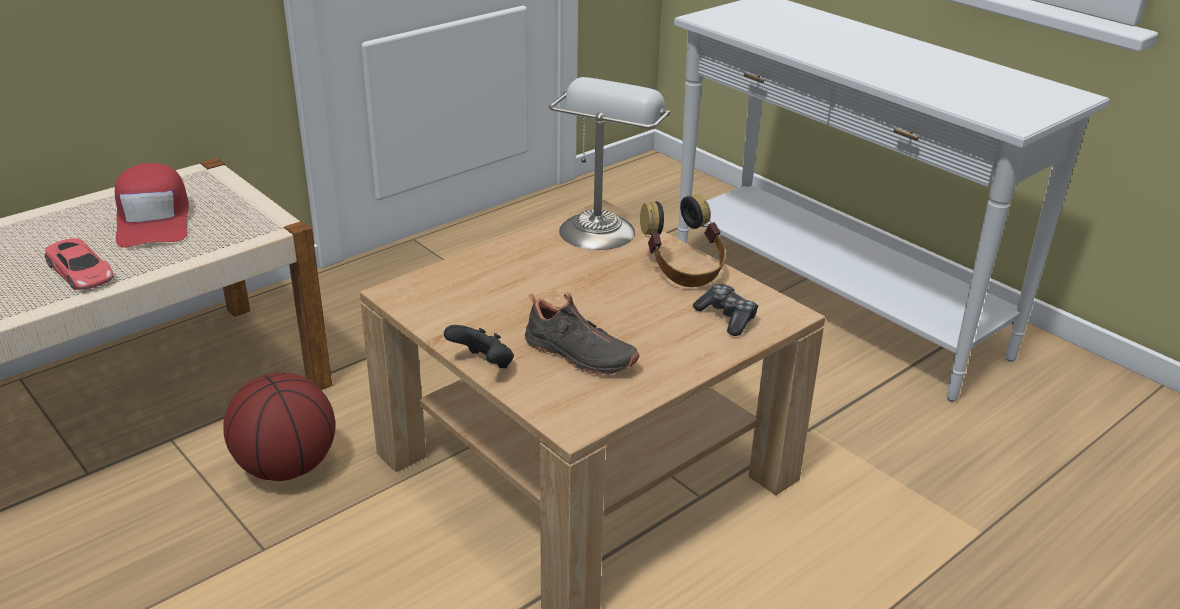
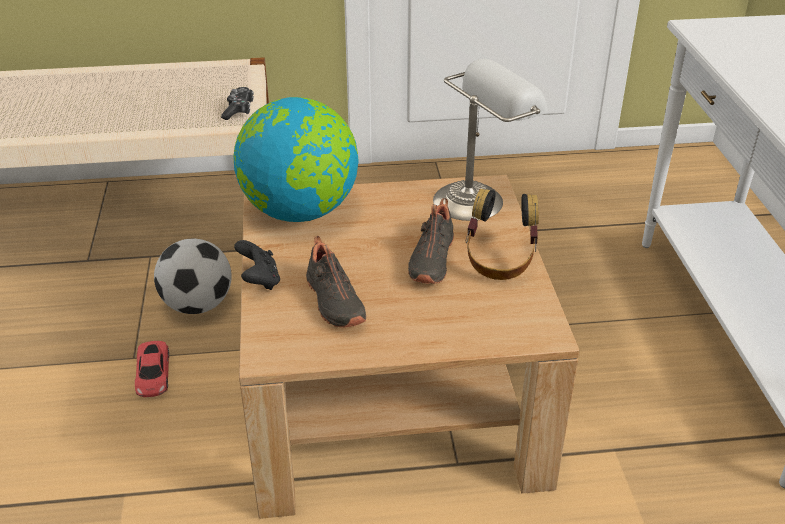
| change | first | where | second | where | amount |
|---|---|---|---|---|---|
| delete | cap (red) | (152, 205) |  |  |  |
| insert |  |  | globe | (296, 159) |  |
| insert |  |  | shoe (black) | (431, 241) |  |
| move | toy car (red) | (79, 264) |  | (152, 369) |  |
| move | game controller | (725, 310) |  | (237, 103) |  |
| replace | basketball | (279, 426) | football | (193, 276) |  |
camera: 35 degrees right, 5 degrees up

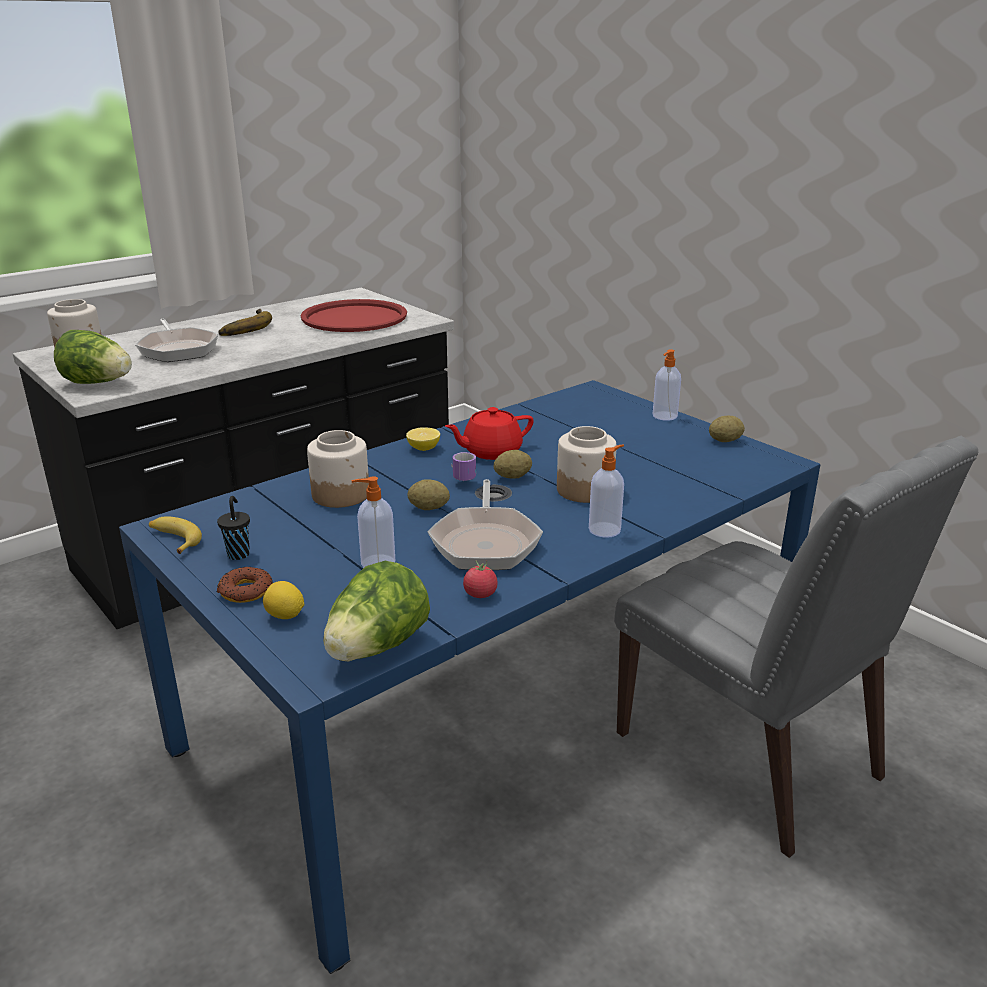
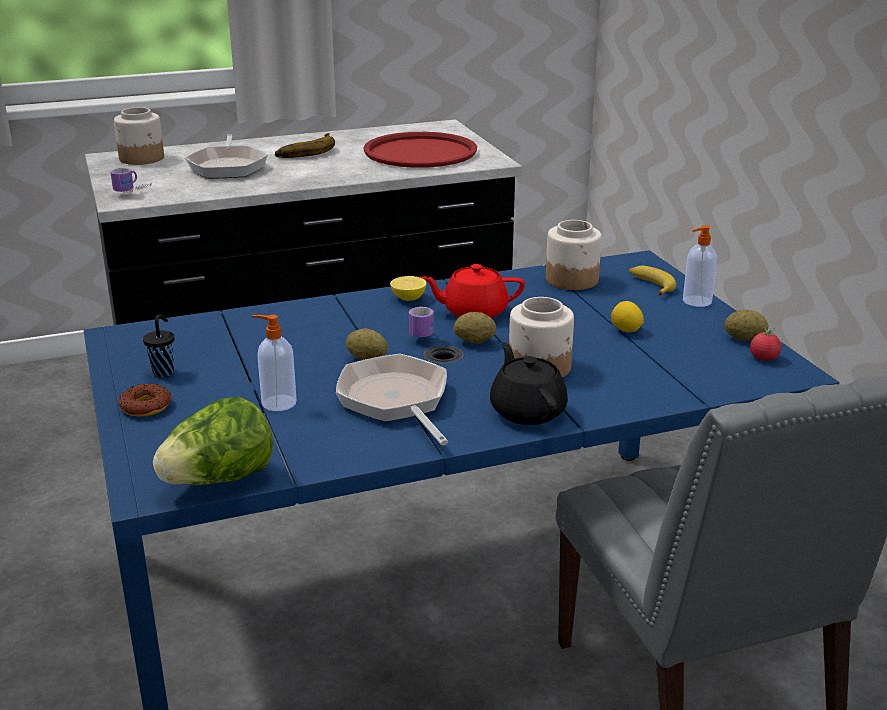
| change | first | where | second | where | amount |
|---|---|---|---|---|---|
| move | banana | (175, 535) |  | (652, 280) |  |
| move | lemon | (283, 600) |  | (627, 316) |  |
| move | jar | (338, 469) |  | (574, 255) |  |
| move | tomato | (480, 579) |  | (765, 344) |  |
| replace | lettuce | (93, 357) | mug | (131, 181) |  |
| replace | soap dispenser | (606, 491) | teapot (black) | (529, 383) |  |
| rotate | frying pan | (485, 524) |  | (392, 399) | 135 degrees clockwise |
camera: 20 degrees right, 0 degrees up

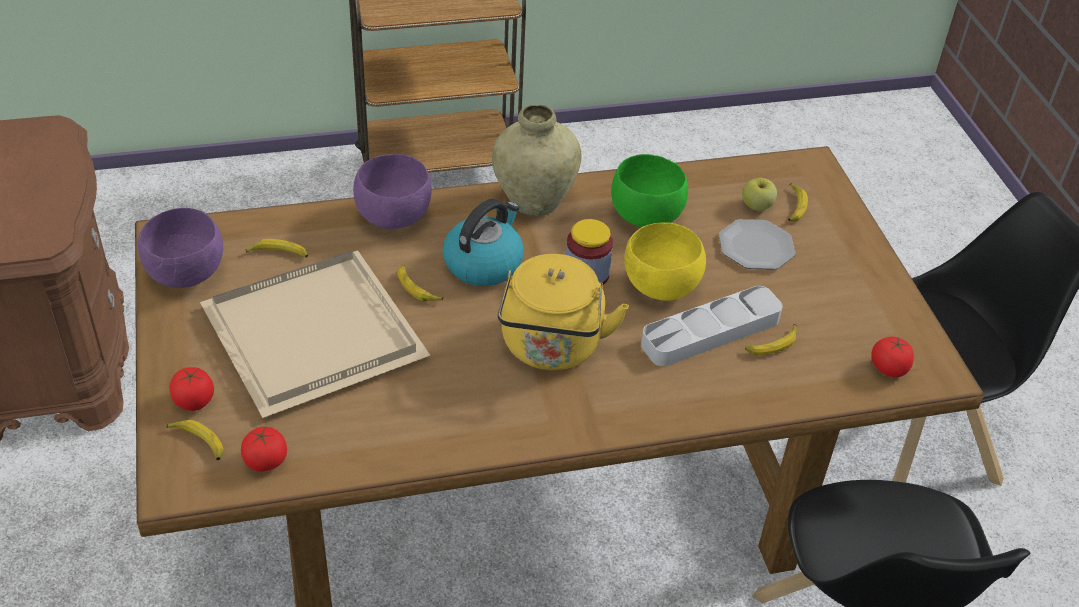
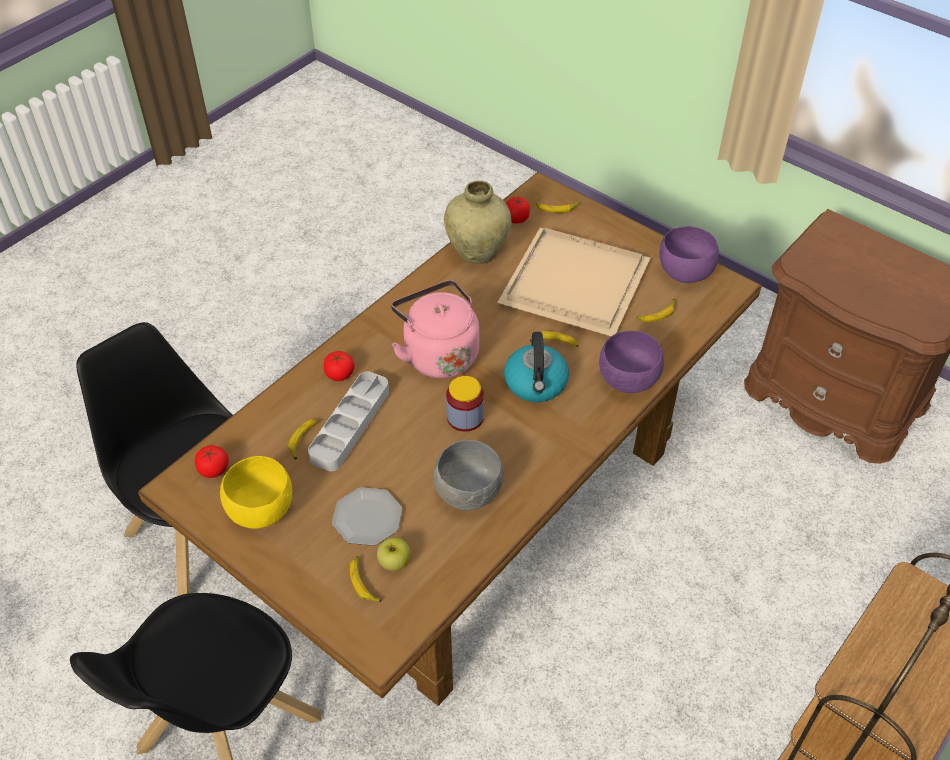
| change | first | where | second | where | amount |
|---|---|---|---|---|---|
| move | tomato | (192, 389) |  | (339, 366) |  |
| move | vase (beige) | (537, 160) |  | (477, 222) |  |
| move | bowl (yellow) | (665, 261) |  | (256, 492) |  |
| recolor | kettle (yellow) | (563, 312) | kettle (pink) | (435, 329) |  |
| recolor | bowl (green) | (649, 190) | bowl (grey) | (468, 475) |  |
camera: 145 degrees right, 5 degrees up

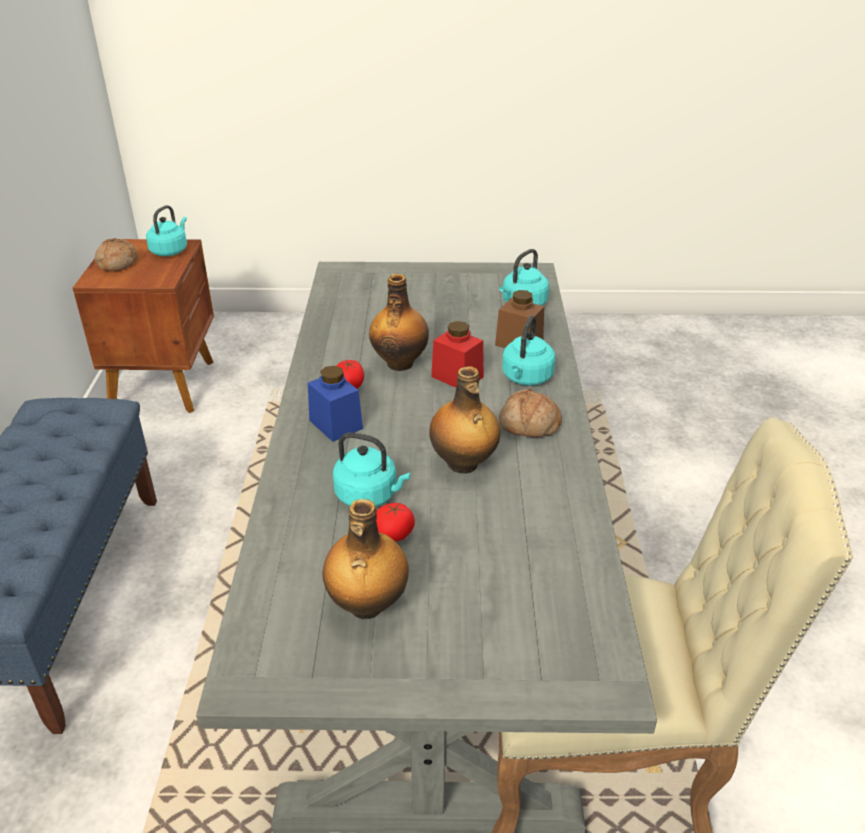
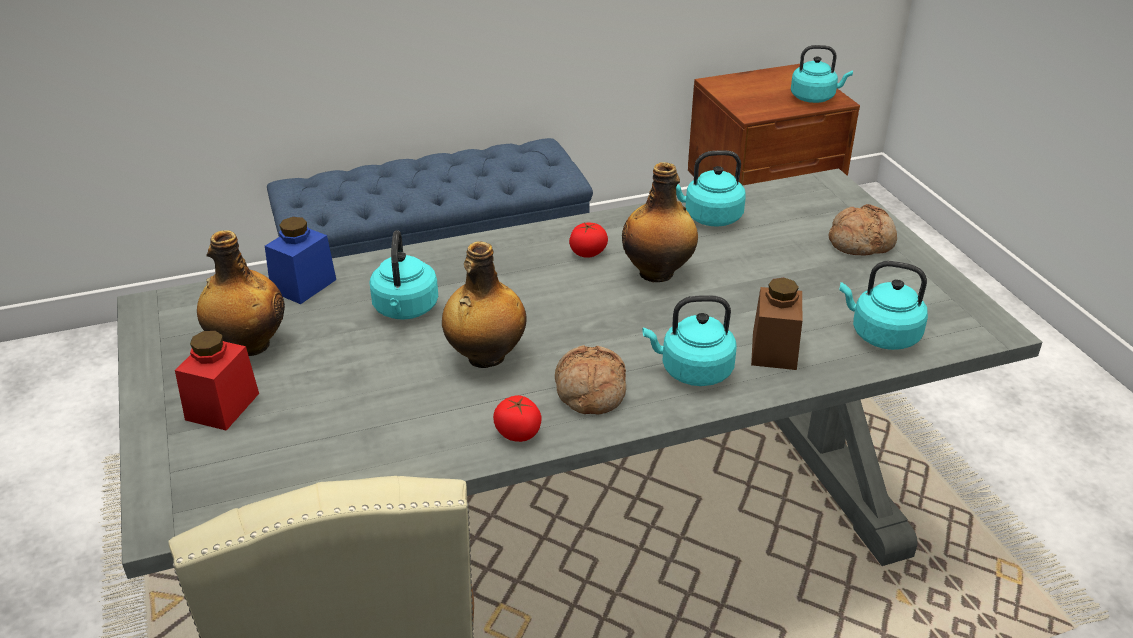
| change | first | where | second | where | amount |
|---|---|---|---|---|---|
| insert |  |  | kettle (turquoise) | (711, 188) |  |
| move | bread | (116, 254) |  | (862, 230) |  |
| move | jar (blue) | (335, 404) |  | (300, 260) |  |
| move | tomato | (395, 522) |  | (517, 418) |  |
| move | jar (red) | (457, 354) |  | (217, 381) |  |
camera: 70 degrees right, 0 degrees up

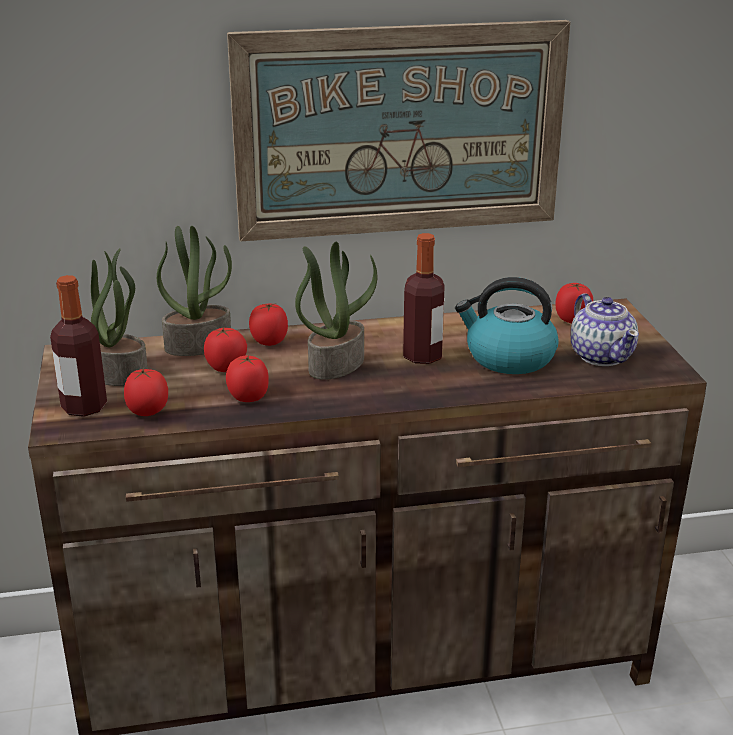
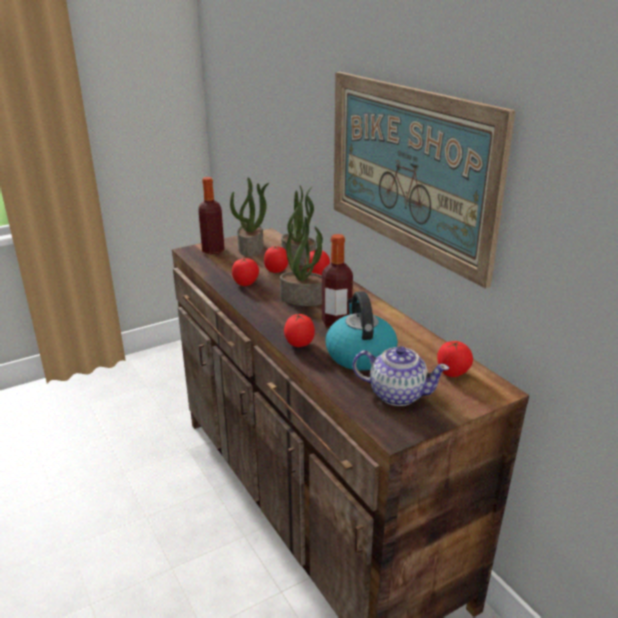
| change | first | where | second | where | amount |
|---|---|---|---|---|---|
| move | tomato | (146, 392) |  | (299, 330) |  |
| rotate | teapot | (605, 329) |  | (401, 376) | 120 degrees counterclockwise |
camera: 70 degrees right, 0 degrees up

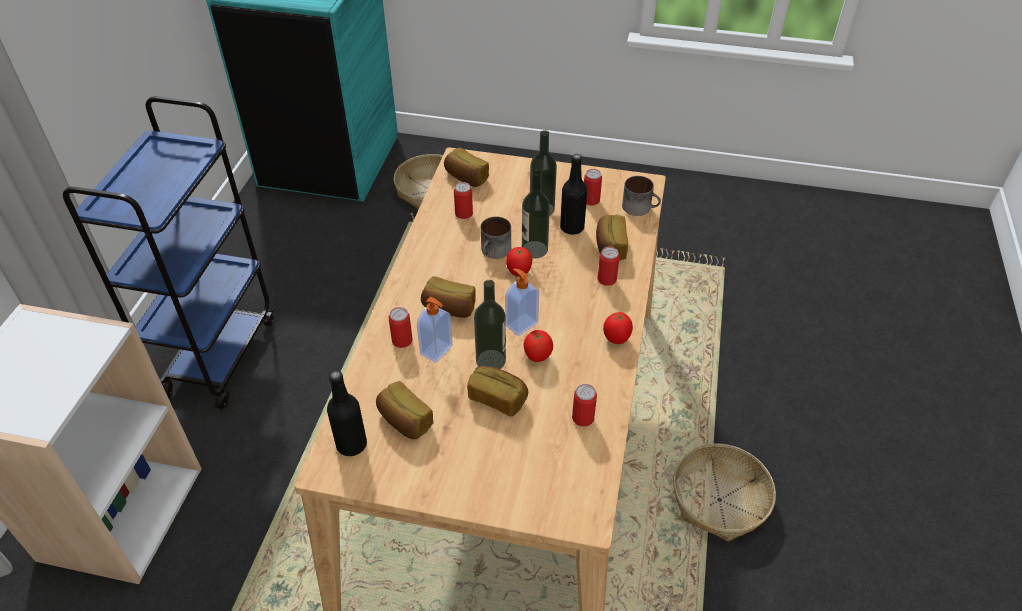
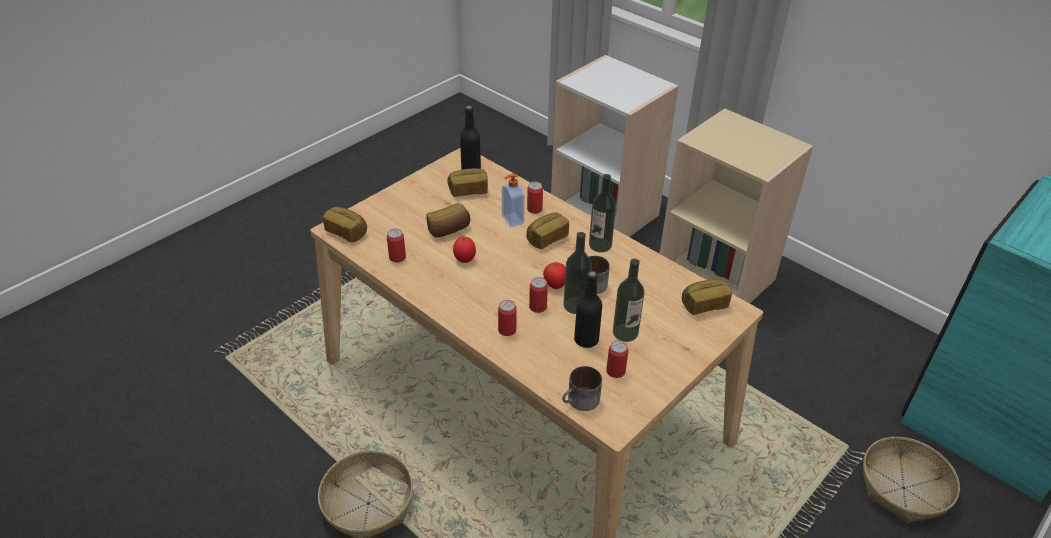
| change | first | where | second | where | amount |
|---|---|---|---|---|---|
| delete | soap dispenser | (522, 302) |  |  |  |
| delete | tomato | (618, 328) |  |  |  |
| move | can | (463, 200) |  | (538, 295) |  |
| move | bottle | (490, 324) |  | (602, 213) |  |
| move | bread | (612, 237) |  | (344, 225) |  |
| replace | cart (blue) | (169, 253) | bookcase (beige) | (736, 205) |  |
camera: 120 degrees right, 5 degrees down

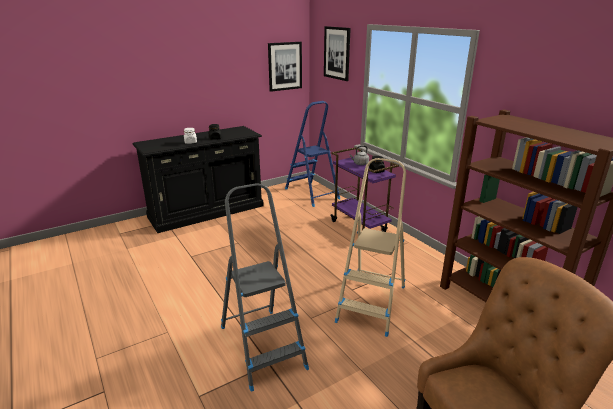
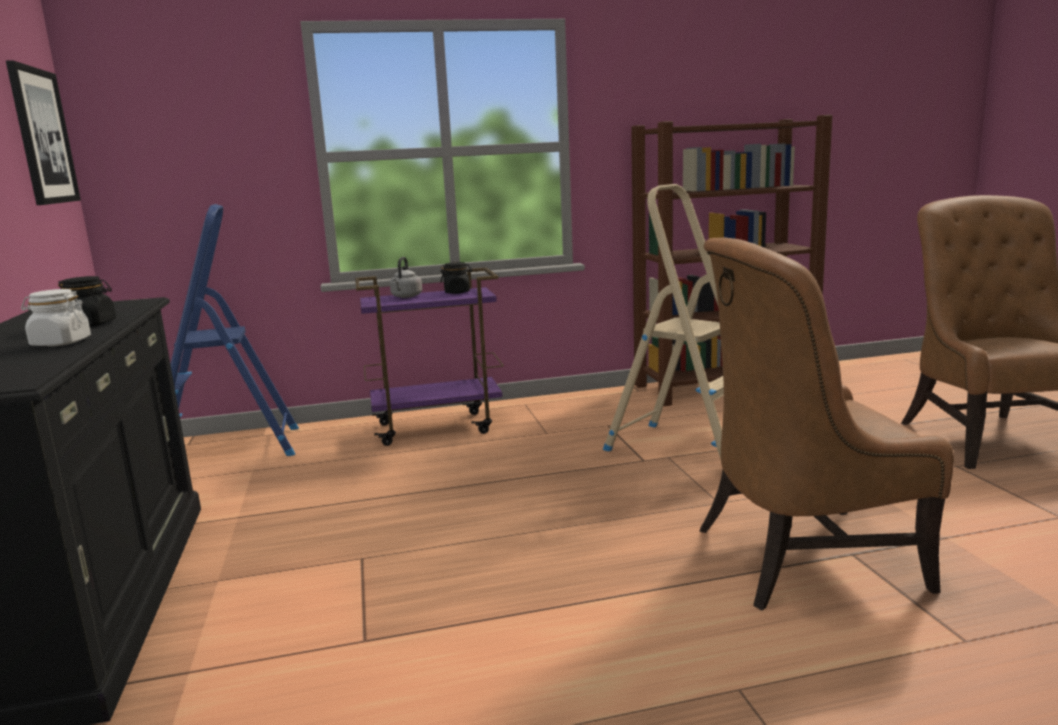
| change | first | where | second | where | amount |
|---|---|---|---|---|---|
| delete | picture | (337, 53) |  |  |  |
| replace | step ladder (grey) | (265, 288) | chair (brown) | (827, 424) |  |
camera: 70 degrees left, 10 degrees down

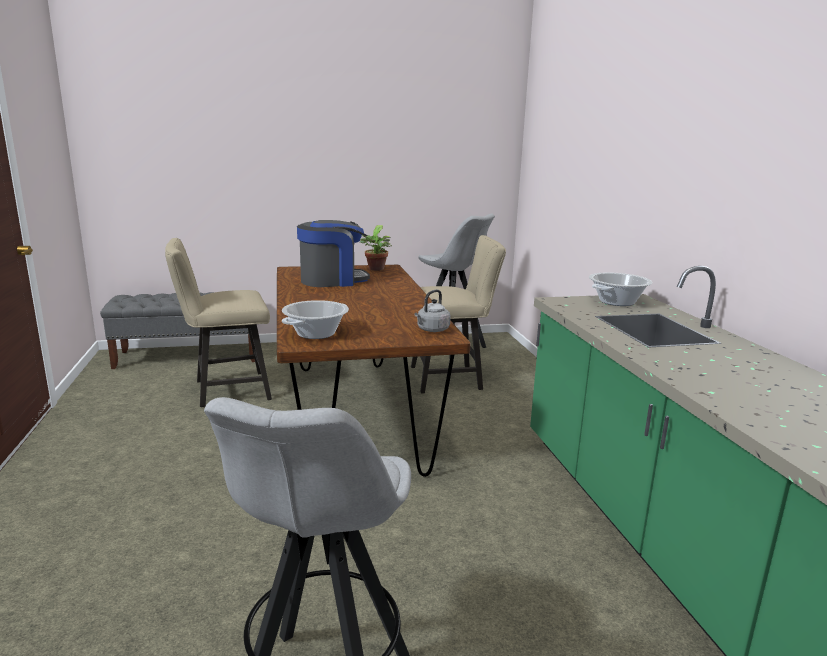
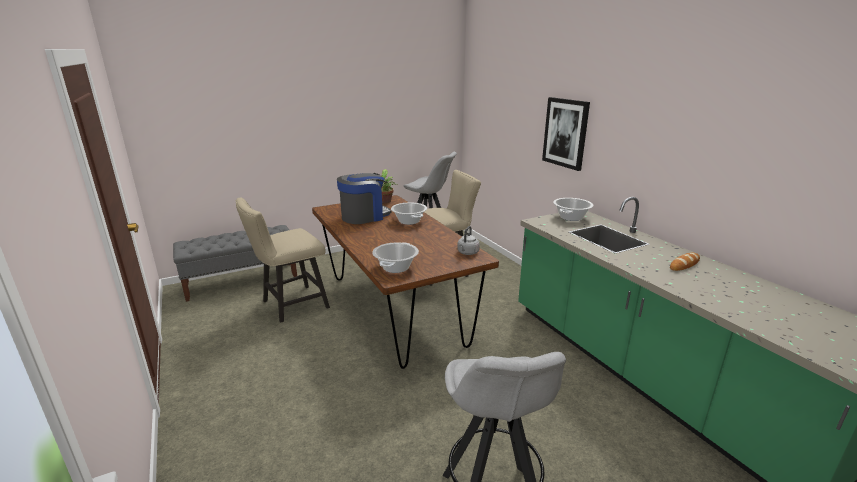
| change | first | where | second | where | amount |
|---|---|---|---|---|---|
| insert |  |  | cooking pot | (409, 214) |  |
| insert |  |  | picture | (566, 134) |  |
| insert |  |  | bread | (685, 262) |  |
camera: 15 degrees left, 5 degrees up

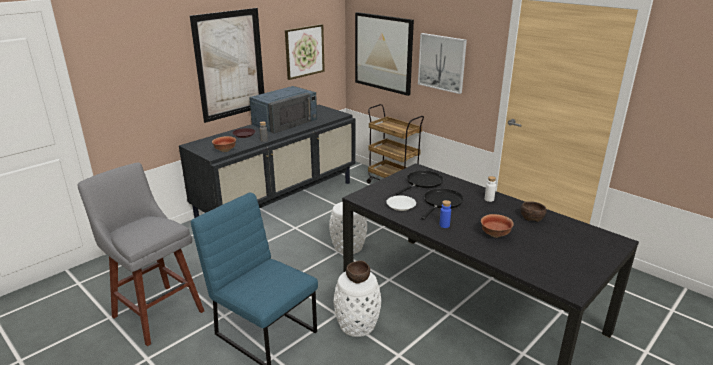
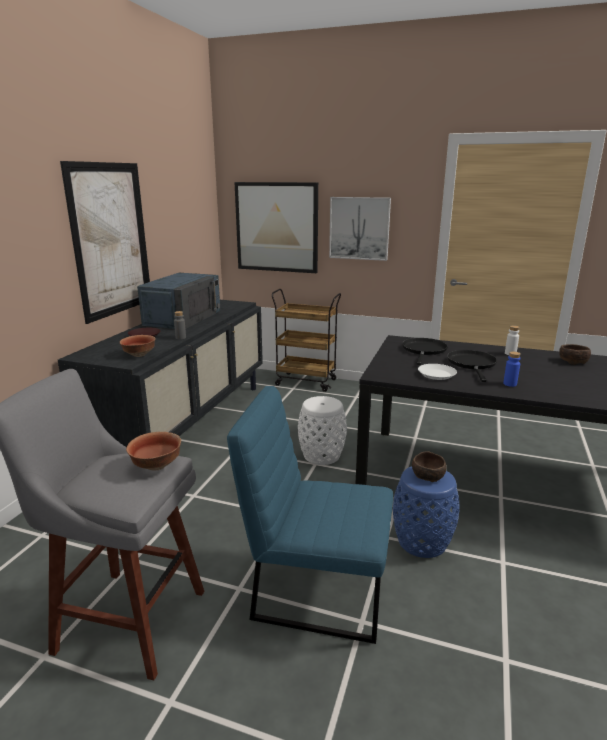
| change | first | where | second | where | amount |
|---|---|---|---|---|---|
| delete | picture | (305, 52) |  |  |  |
| move | bowl | (497, 226) |  | (153, 451) |  |
| recolor | stool (white) | (357, 304) | stool (blue) | (426, 512) |  |
camera: 25 degrees left, 5 degrees down

